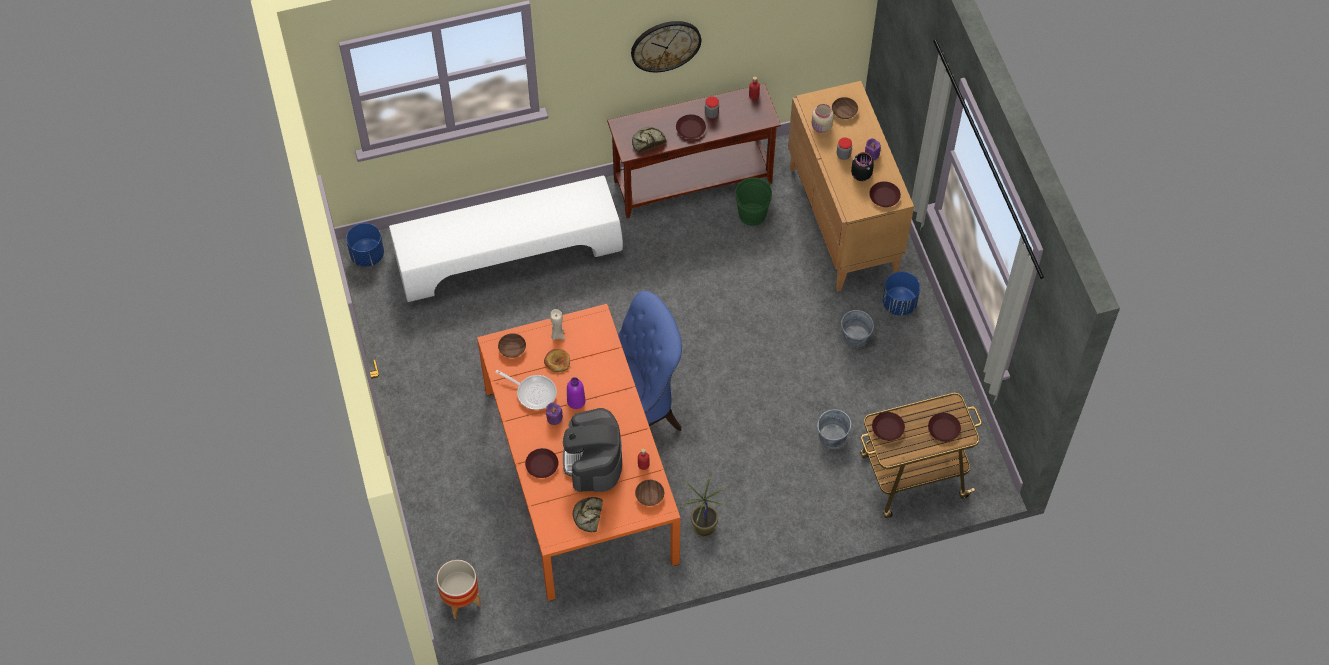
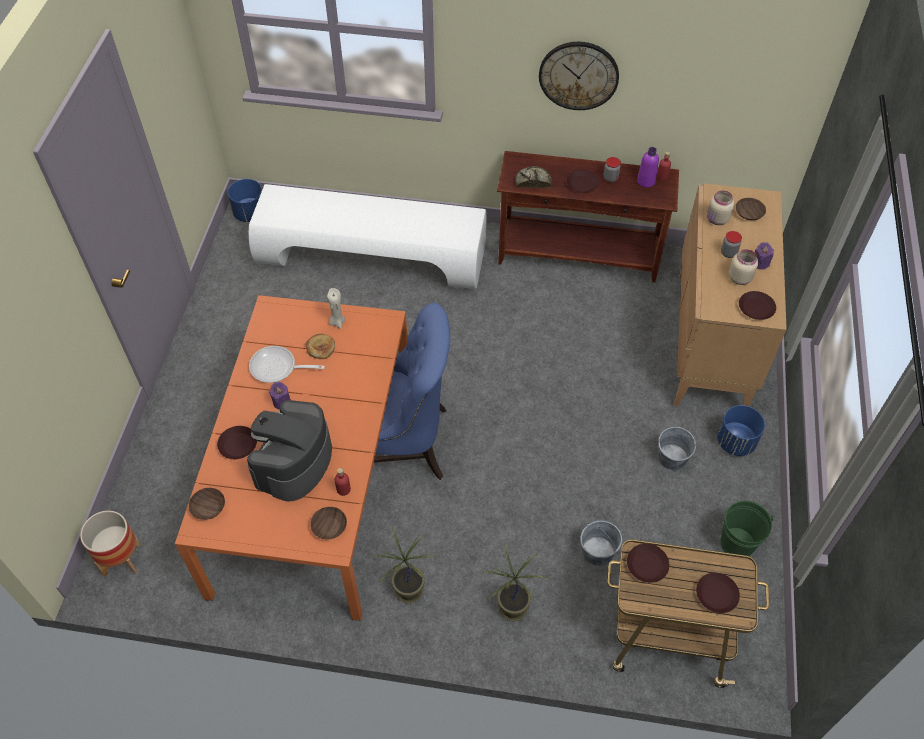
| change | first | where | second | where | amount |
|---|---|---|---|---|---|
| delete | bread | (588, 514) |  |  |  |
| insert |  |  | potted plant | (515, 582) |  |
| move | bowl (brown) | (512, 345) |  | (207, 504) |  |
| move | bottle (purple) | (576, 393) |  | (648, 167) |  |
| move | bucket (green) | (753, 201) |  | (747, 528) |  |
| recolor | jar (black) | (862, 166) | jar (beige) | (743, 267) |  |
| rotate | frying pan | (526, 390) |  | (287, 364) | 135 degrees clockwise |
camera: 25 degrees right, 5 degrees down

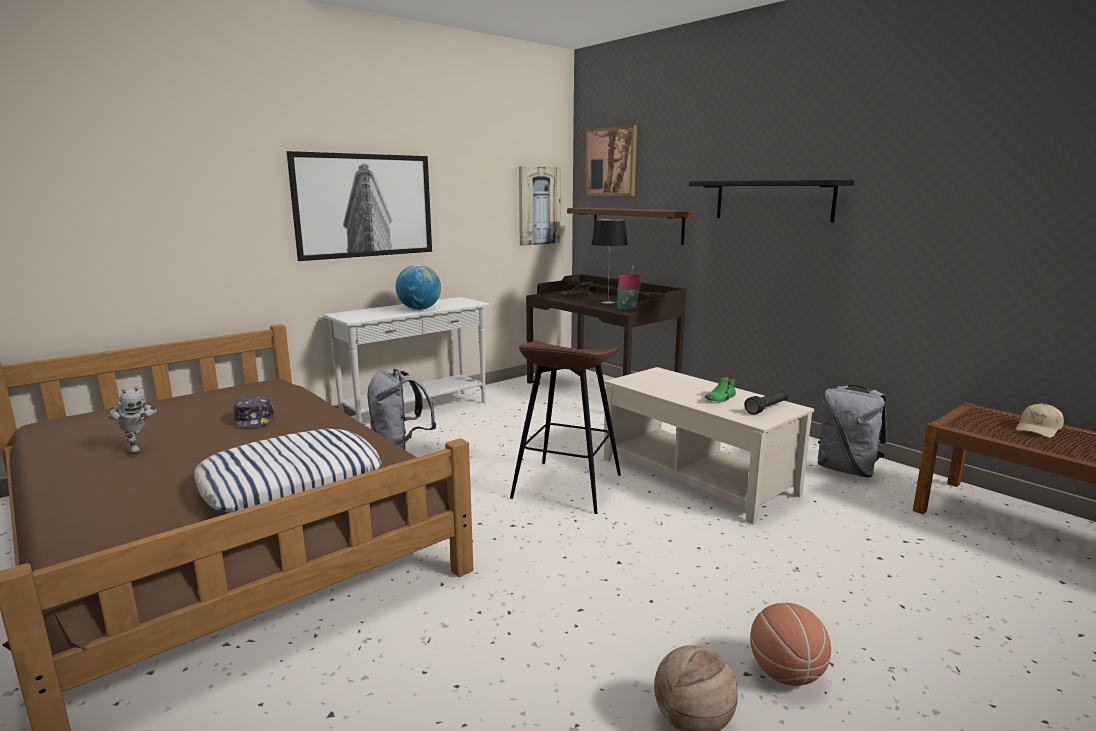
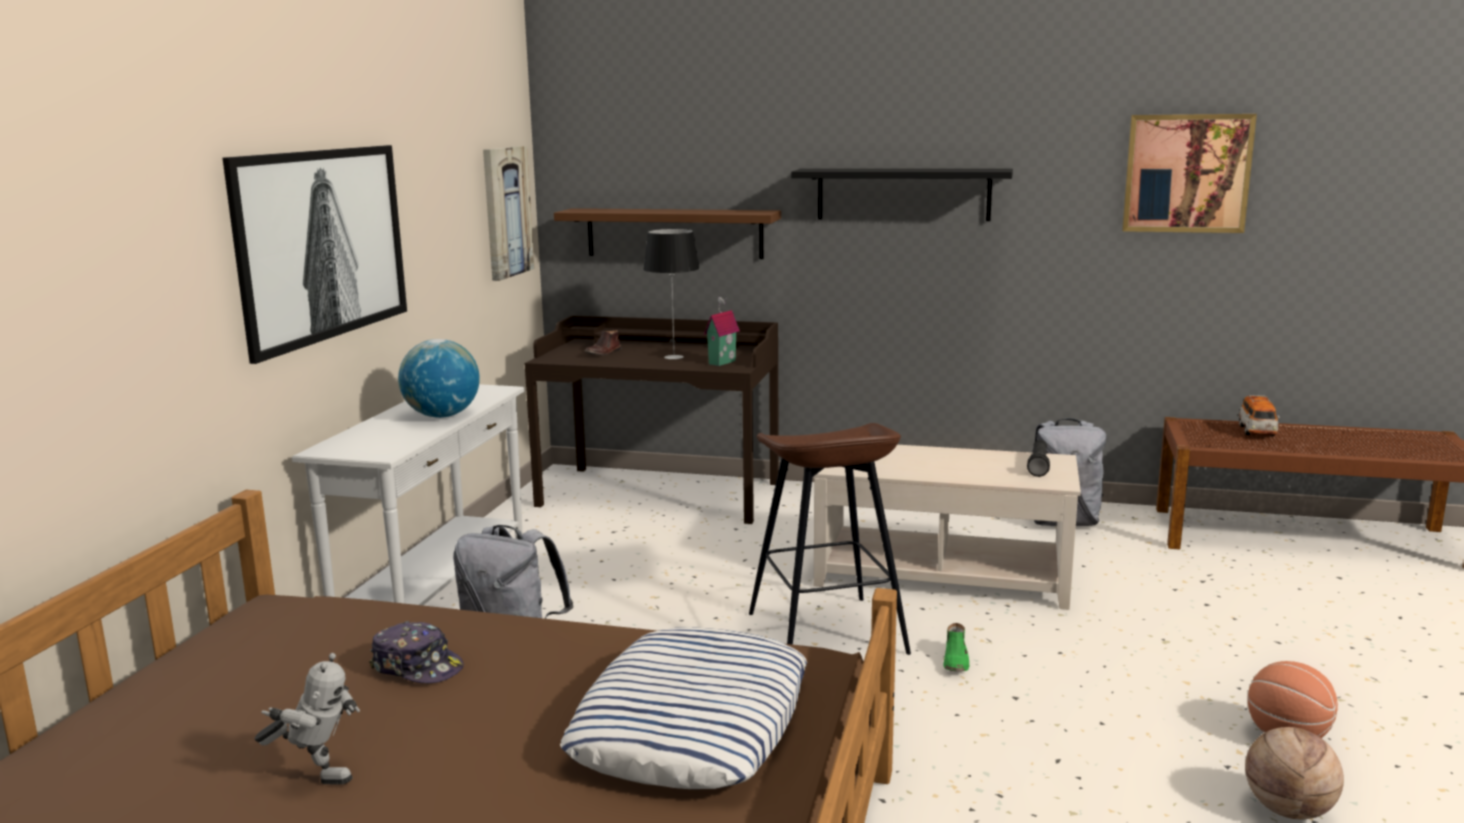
| change | first | where | second | where | amount |
|---|---|---|---|---|---|
| move | picture | (611, 160) |  | (1189, 173) |  |
| move | shoe (green) | (720, 389) |  | (956, 647) |  |
| replace | cap (beige) | (1040, 421) | toy car | (1259, 415) |  |
camera: 35 degrees left, 0 degrees up

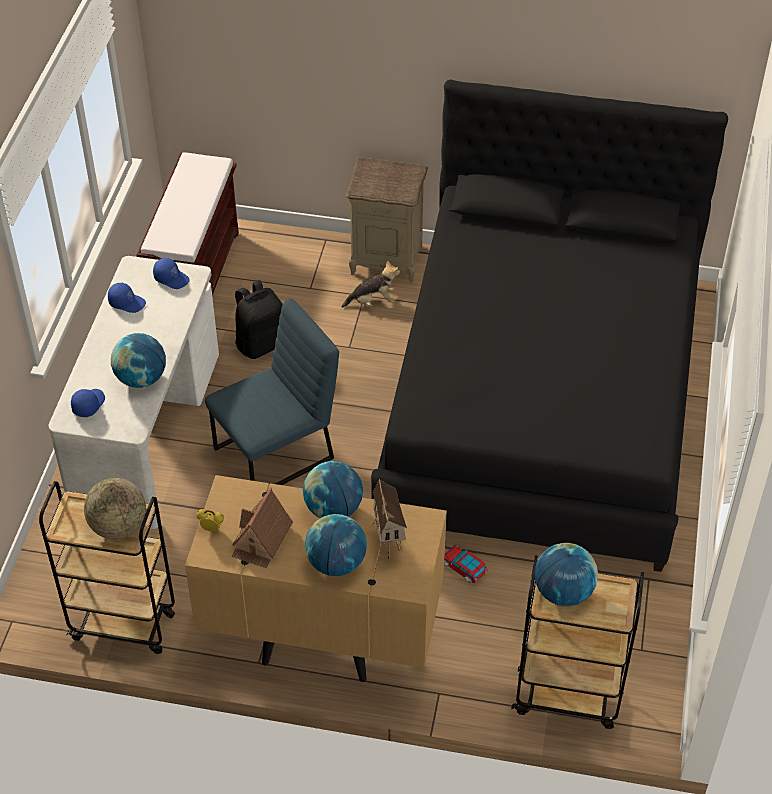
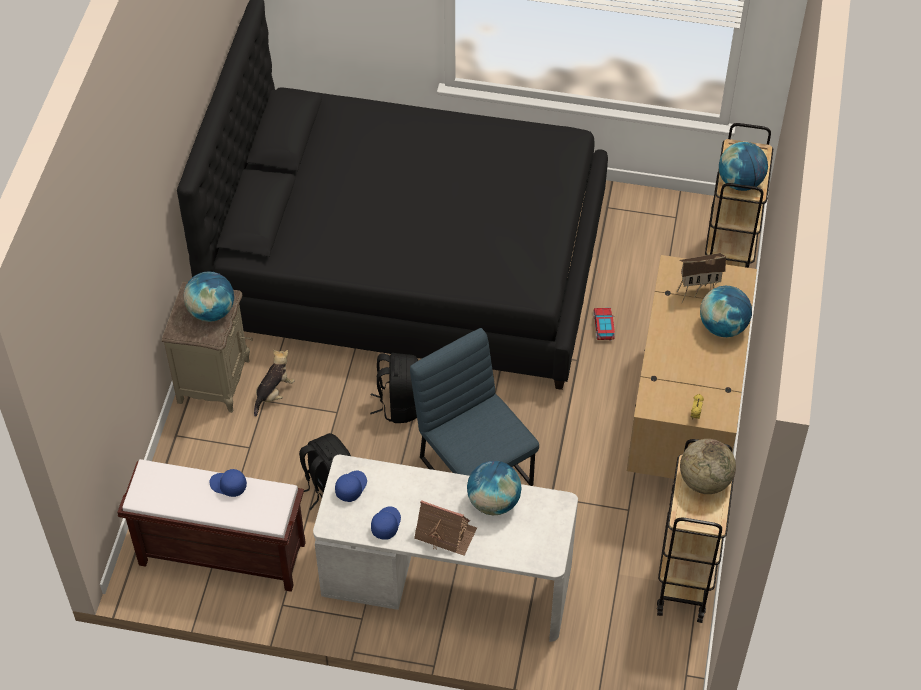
| change | first | where | second | where | amount |
|---|---|---|---|---|---|
| insert |  |  | backpack (black) | (394, 388) |  |
| move | cap (blue) | (88, 403) |  | (228, 483) |  |
| move | toy house | (262, 527) |  | (445, 528) |  |
| move | globe | (333, 489) |  | (209, 296) |  |
| rotate | plush toy | (370, 284) |  | (274, 383) | 45 degrees clockwise |
| rotate | toy car | (466, 564) |  | (604, 324) | 135 degrees clockwise |
camera: 90 degrees left, 5 degrees up

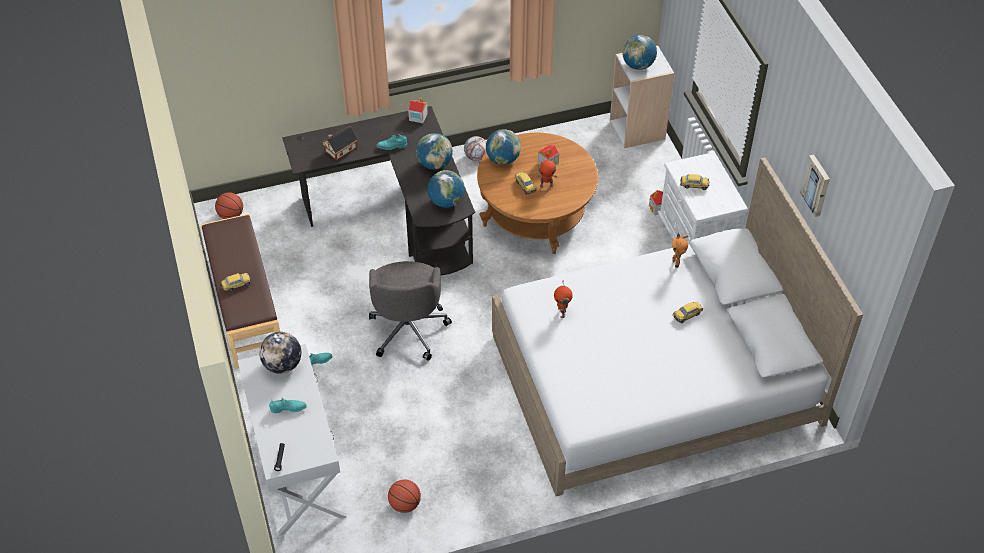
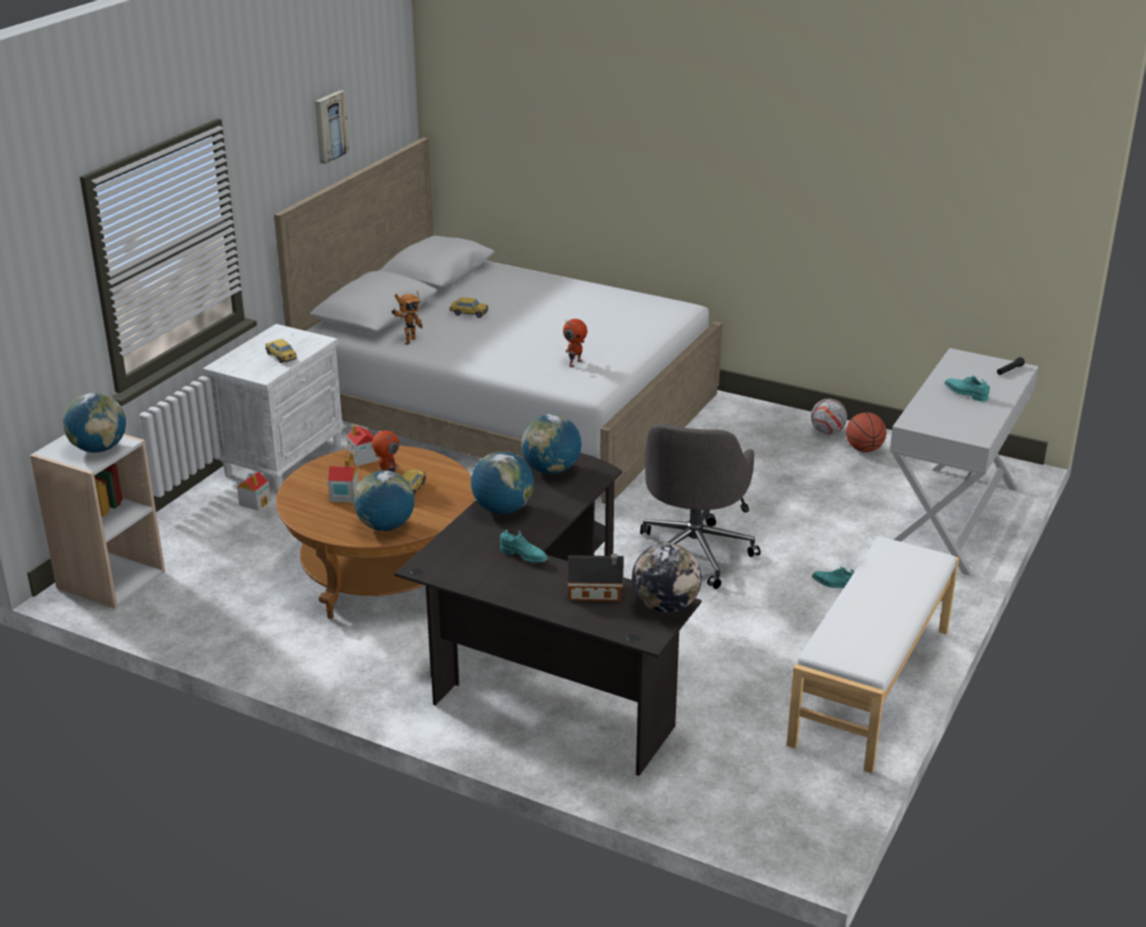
| change | first | where | second | where | amount |
|---|---|---|---|---|---|
| delete | basketball | (229, 205) |  |  |  |
| delete | toy car | (235, 282) |  |  |  |
| move | globe | (280, 353) |  | (666, 578) |  |
| move | toy house | (418, 110) |  | (363, 445) |  |
| move | football | (475, 148) |  | (829, 416) |  |
| recolor | bench (brown) | (240, 291) | bench (white) | (872, 655) |  |
| rotate | office chair (grey) | (410, 311) |  | (700, 506) | 150 degrees clockwise |
camera: 135 degrees left, 20 degrees down

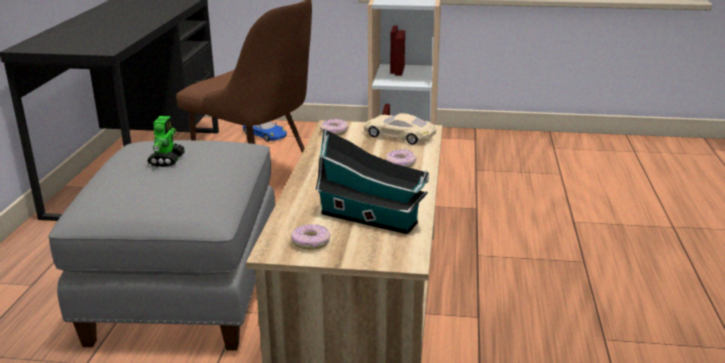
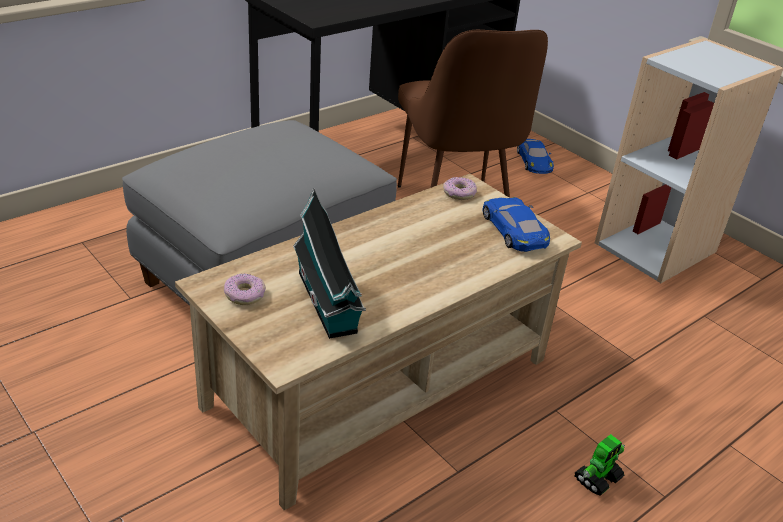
| change | first | where | second | where | amount |
|---|---|---|---|---|---|
| delete | donut | (400, 158) |  |  |  |
| move | toy robot | (166, 141) |  | (600, 465) |  |
| recolor | toy car (beige) | (400, 129) | toy car (blue) | (516, 224) |  |
camera: 40 degrees right, 10 degrees up

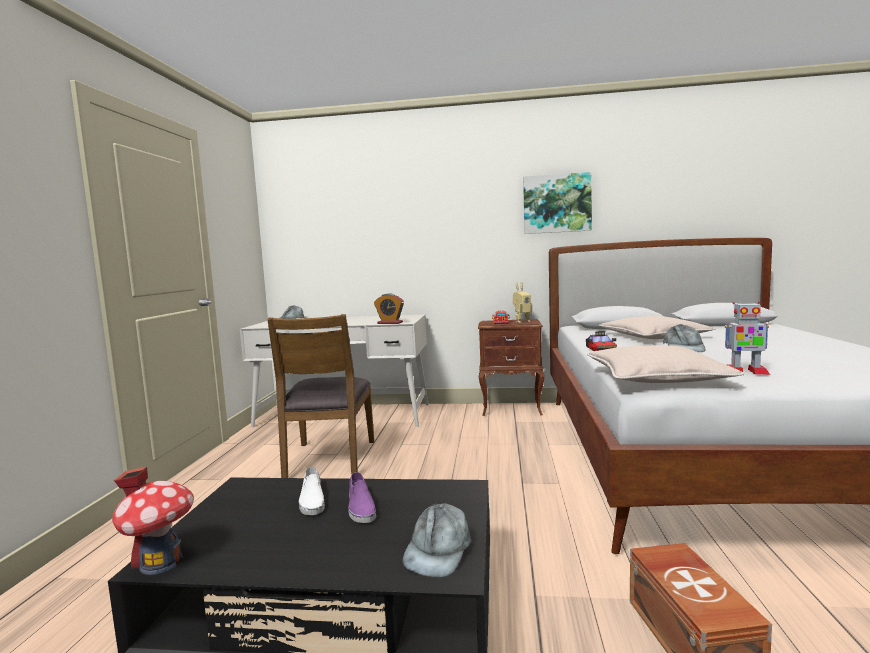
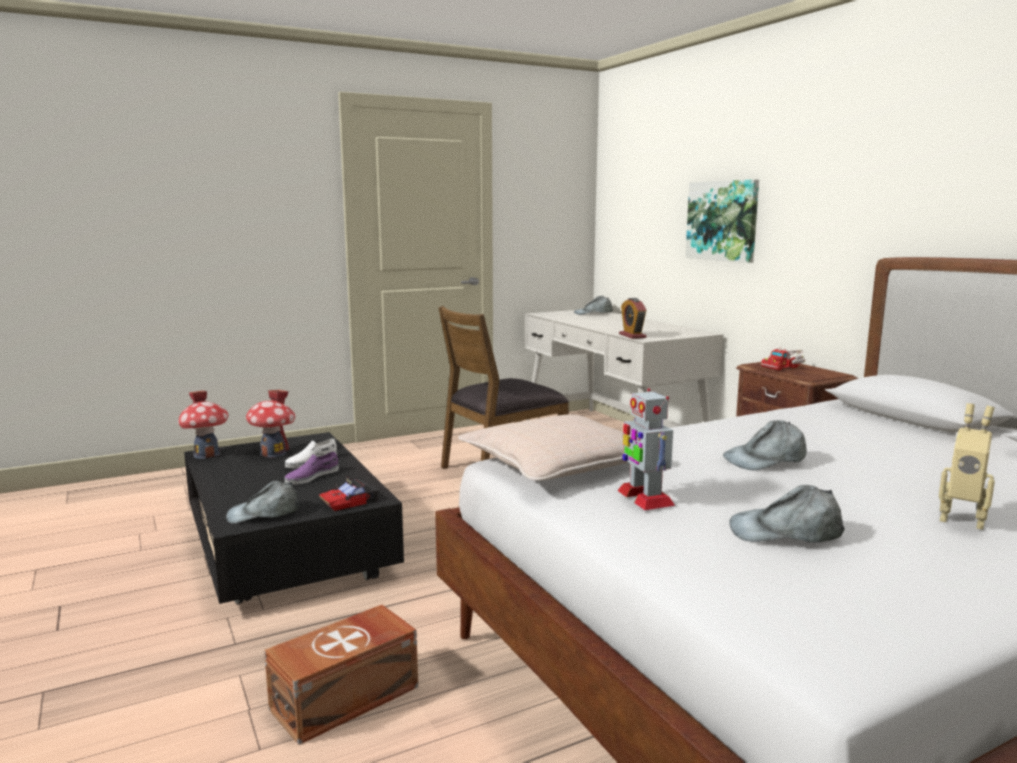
| change | first | where | second | where | amount |
|---|---|---|---|---|---|
| delete | pillow (beige) | (657, 327) |  |  |  |
| insert |  |  | toy house | (270, 424) |  |
| insert |  |  | cap (grey) | (786, 514) |  |
| move | toy robot | (522, 302) |  | (967, 466) |  |
| move | picture | (557, 203) |  | (722, 221) |  |
| move | toy car | (601, 341) |  | (349, 493) |  |
camera: 55 degrees right, 5 degrees up

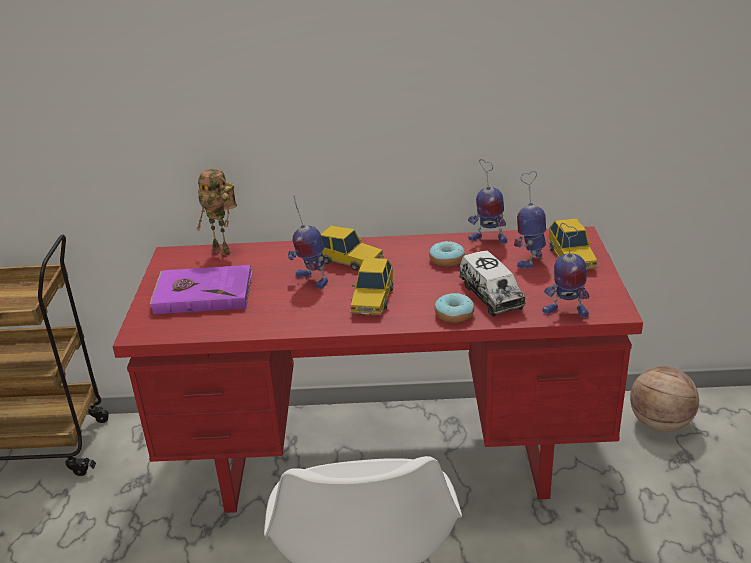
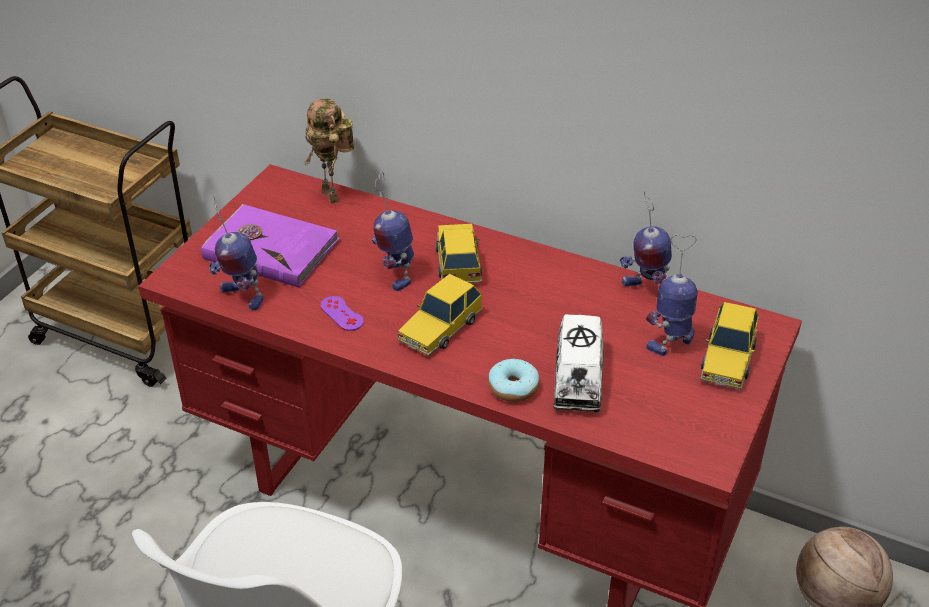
| change | first | where | second | where | amount |
|---|---|---|---|---|---|
| delete | donut | (447, 254) |  |  |  |
| insert |  |  | game controller (purple) | (342, 313) |  |
| move | toy robot | (565, 270) |  | (236, 253) |  |
| rotate | toy car | (352, 248) |  | (459, 253) | 150 degrees counterclockwise |
camera: 25 degrees right, 10 degrees up

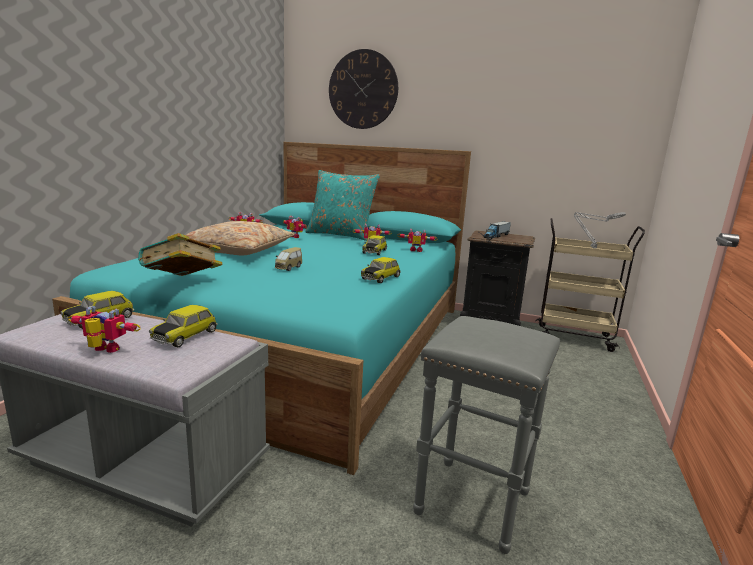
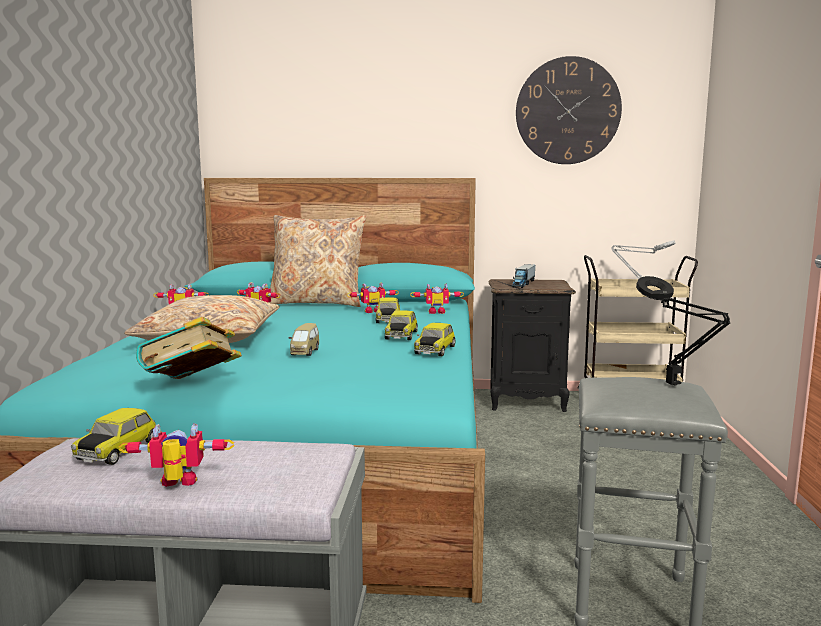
| change | first | where | second | where | amount |
|---|---|---|---|---|---|
| insert |  |  | table lamp (black) | (683, 331) |  |
| move | toy car | (183, 326) |  | (401, 325) |  |
| move | wall clock | (363, 89) |  | (569, 110) |  |
| recolor | pillow (turquoise) | (343, 205) | pillow (beige) | (317, 261) |  |
camera: 15 degrees left, 5 degrees down

